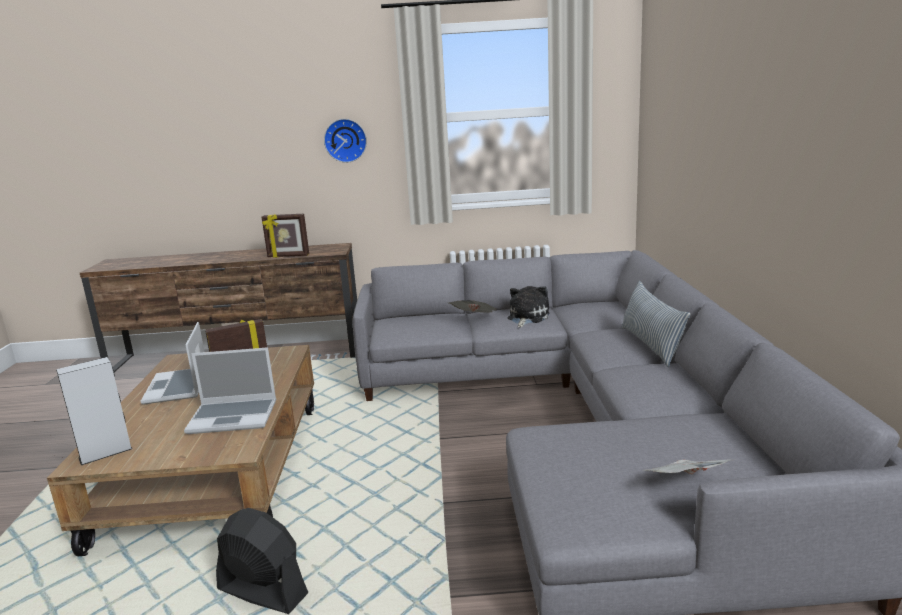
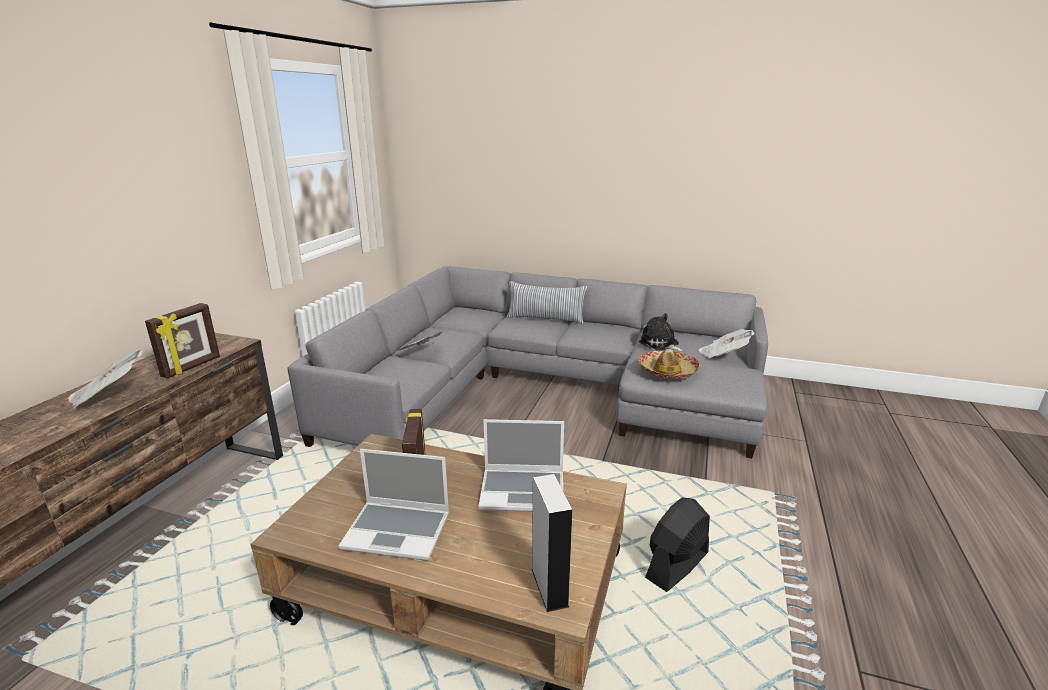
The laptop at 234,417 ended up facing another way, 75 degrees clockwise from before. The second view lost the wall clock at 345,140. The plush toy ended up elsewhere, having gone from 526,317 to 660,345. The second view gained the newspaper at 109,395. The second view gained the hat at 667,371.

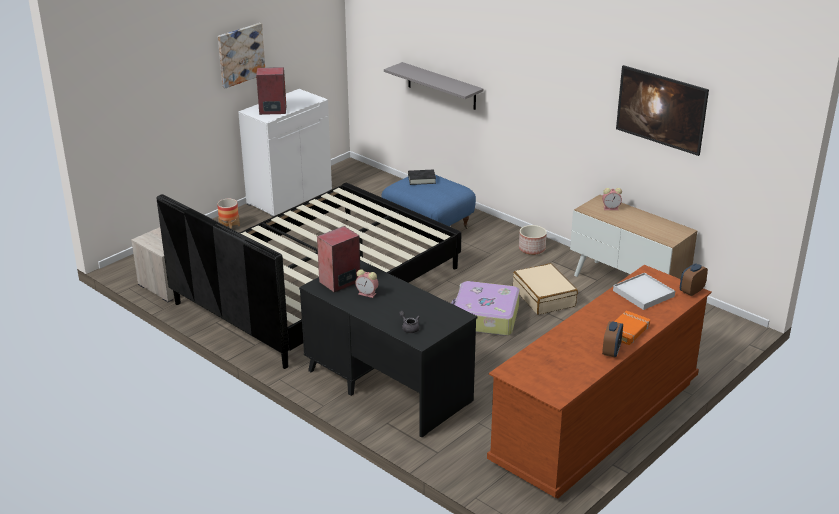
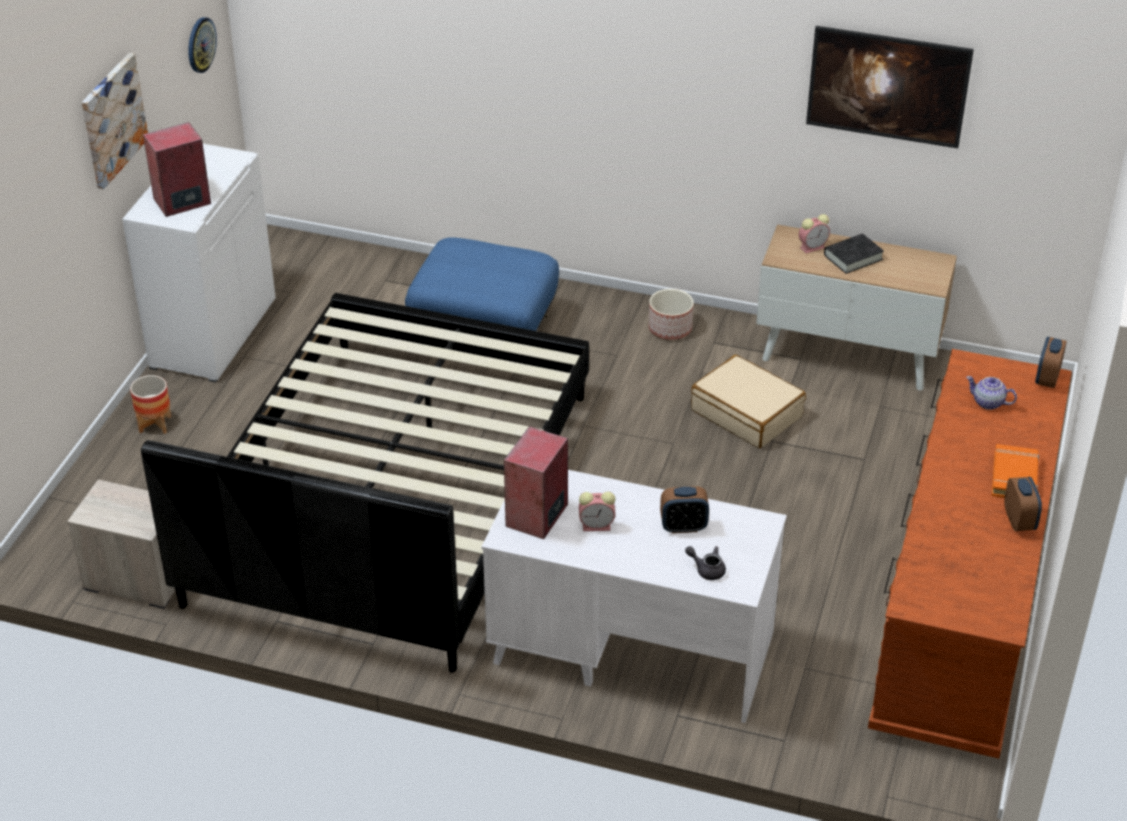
What was the black desk at 386,385 turned into the white desk at 629,649. The second view lost the grey shelf at 441,86. The black book ended up elsewhere, having gone from 421,179 to 853,257. The second view lost the suitcase at 484,318. Where the white tray stood at 643,293, the teapot came to stand at 988,403. The second view gained the wall clock at 200,44. The second view gained the alarm clock at 683,526.

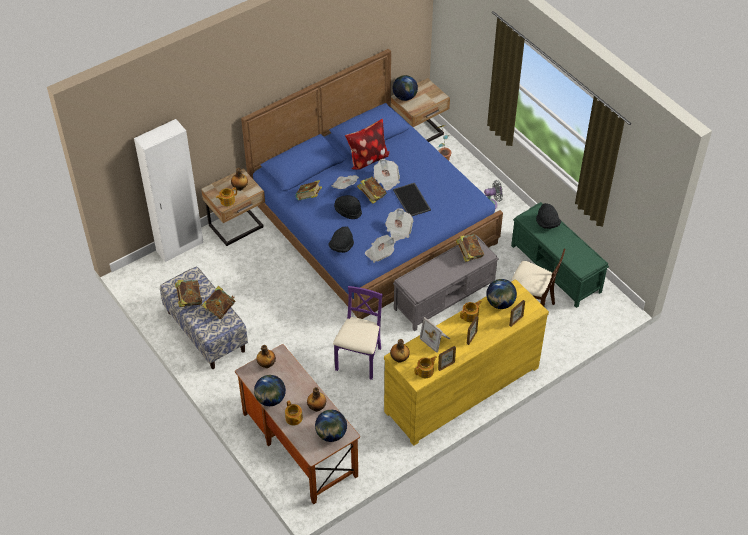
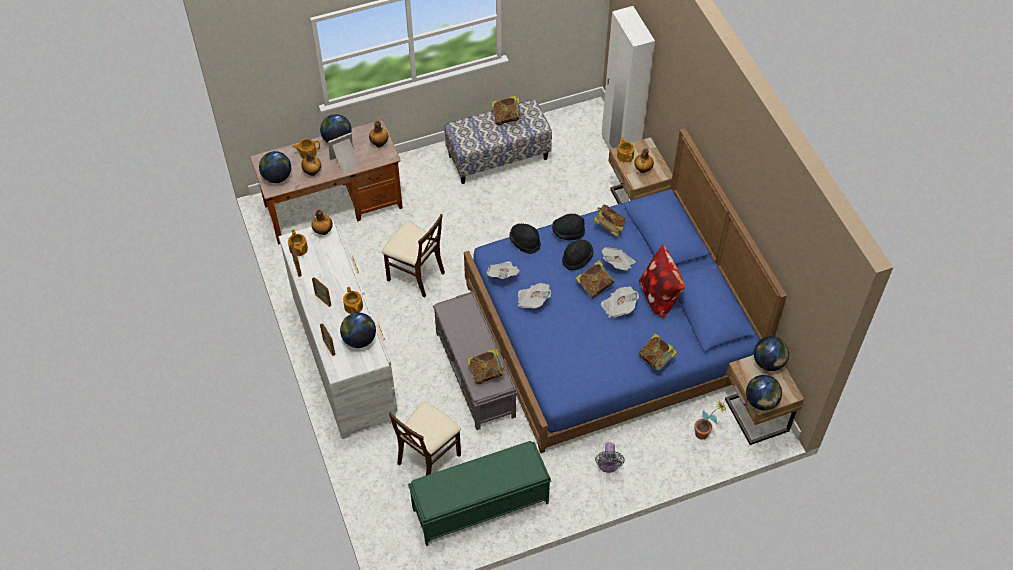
The book ended up elsewhere, having gone from 220,309 to 656,360. What was the purple chair at 359,360 turned into the beige chair at 415,275. What was the yellow dresser at 461,388 turned into the white dresser at 344,356. The second view lost the tray at 412,200. The picture frame ended up elsewhere, having gone from 436,339 to 345,162. The black hat ended up elsewhere, having gone from 547,223 to 568,232. The second view gained the globe at 761,401.

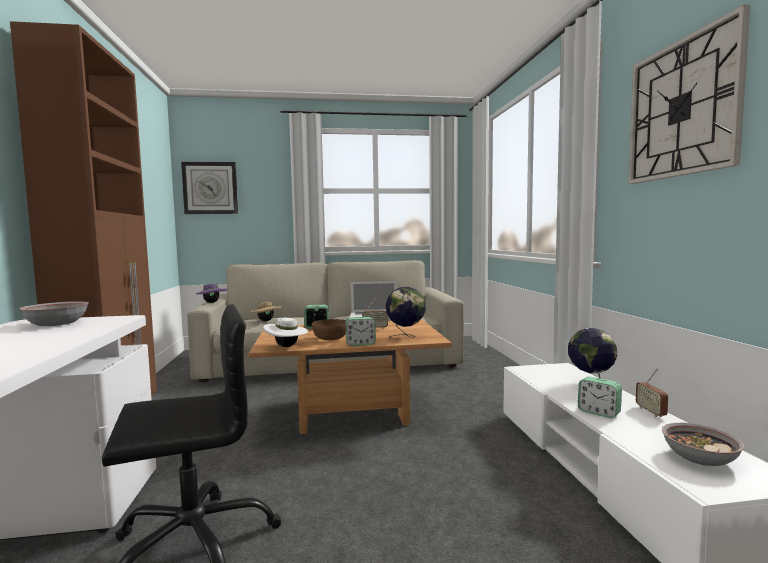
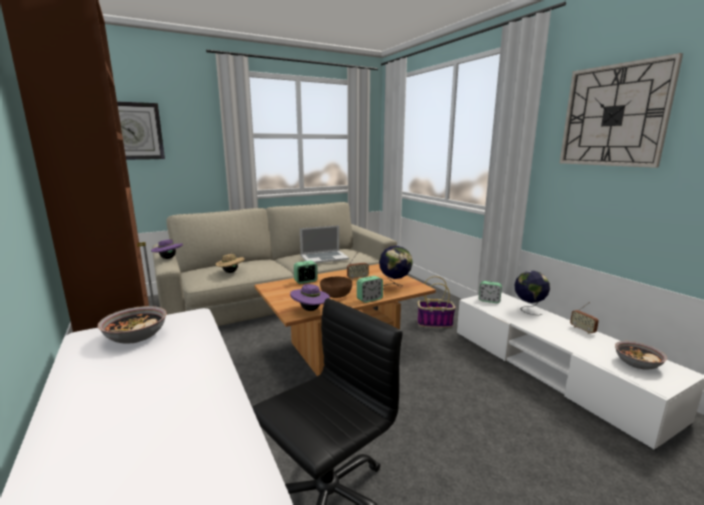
What was the white hat at 286,346 turned into the purple hat at 310,310. The alarm clock ended up elsewhere, having gone from 599,412 to 489,300. The second view gained the basket at 435,323.

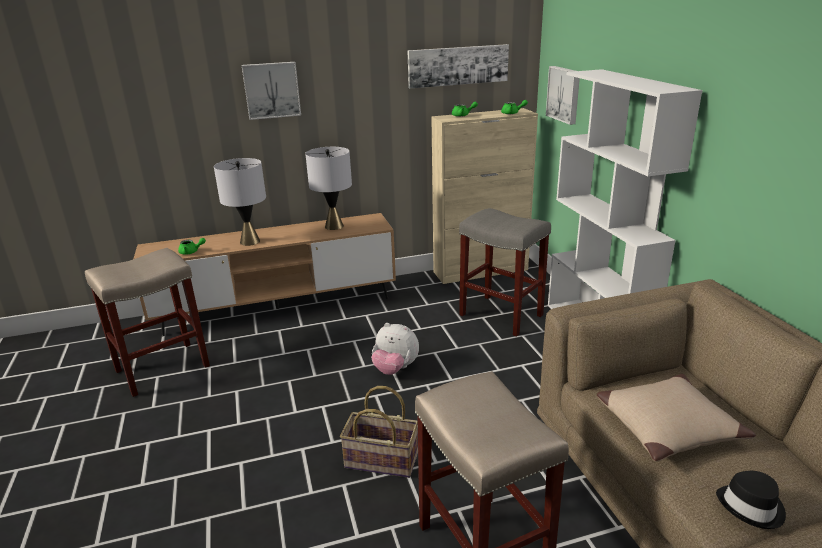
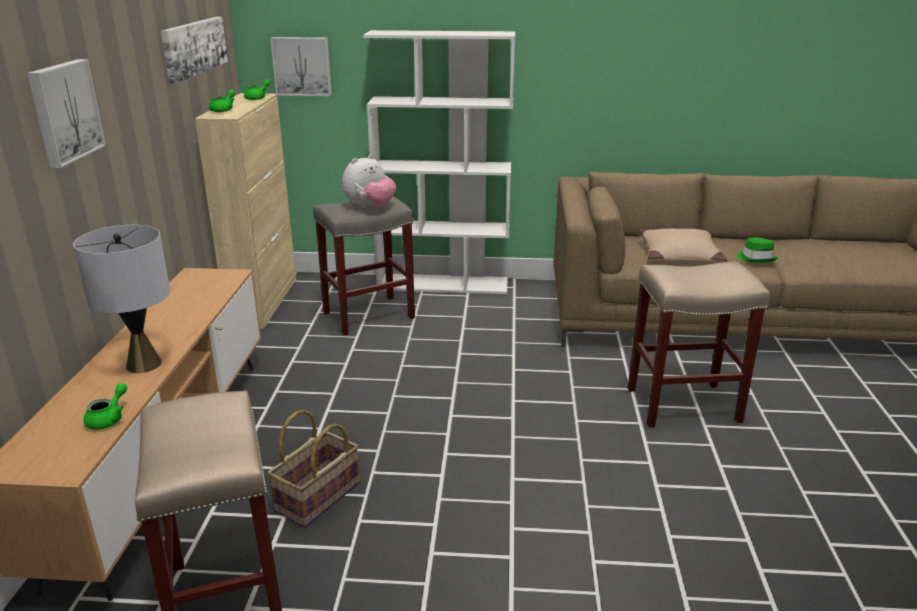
The second view lost the grey table lamp at 334,226. The basket ended up elsewhere, having gone from 381,461 to 318,497. The plush toy ended up elsewhere, having gone from 395,369 to 370,207. What was the black hat at 751,507 turned into the green hat at 756,258.

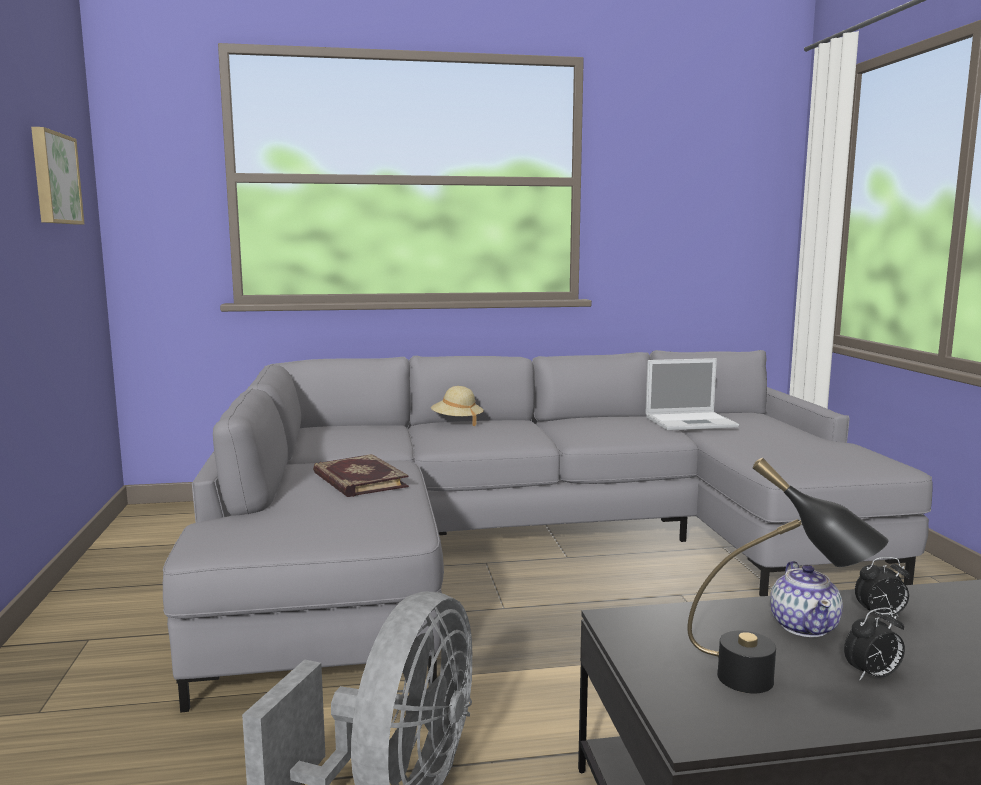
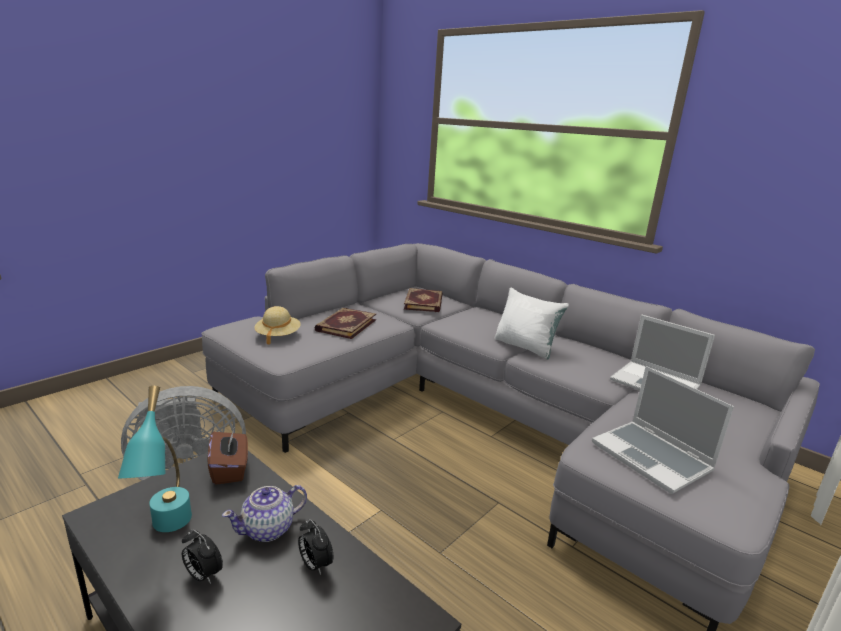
The second view lost the picture at 53,178. The beige hat ended up elsewhere, having gone from 457,422 to 278,336. What was the black table lamp at 774,685 turned into the turquoise table lamp at 168,532. The second view gained the brown tissue box at 230,469. The second view gained the book at 424,302. The second view gained the white pillow at 525,347. The second view gained the laptop at 653,458.

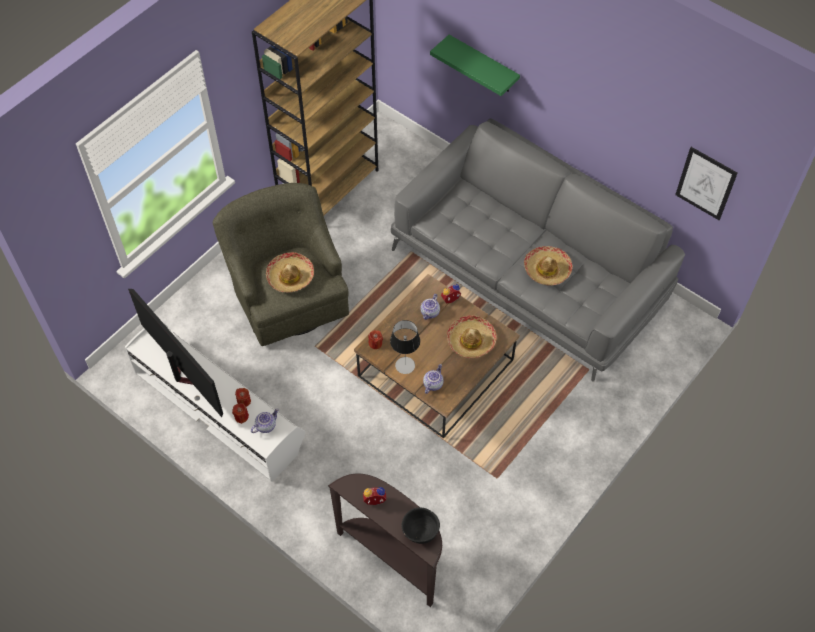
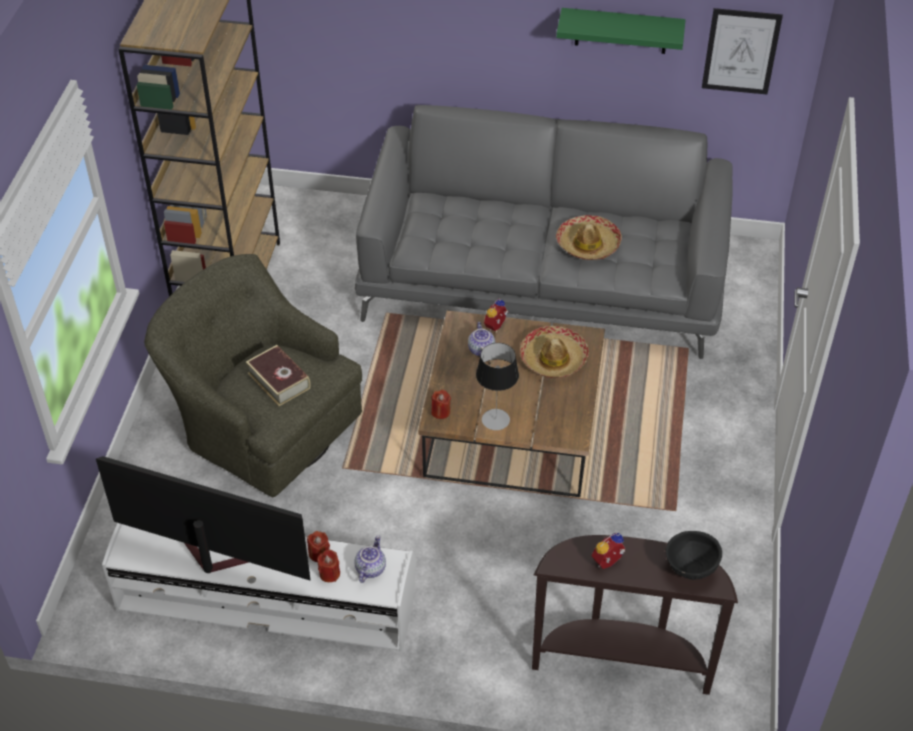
Where the hat stood at 290,276, the book came to stand at 279,381. The second view lost the teapot at 432,384. The green shelf ended up elsewhere, having gone from 483,65 to 621,31.

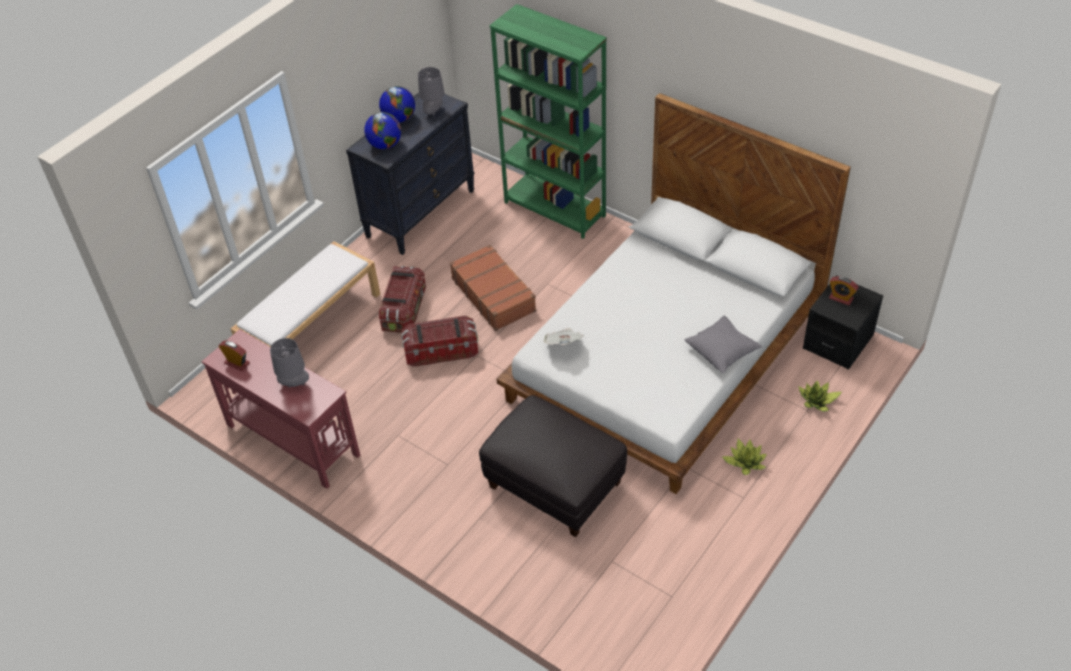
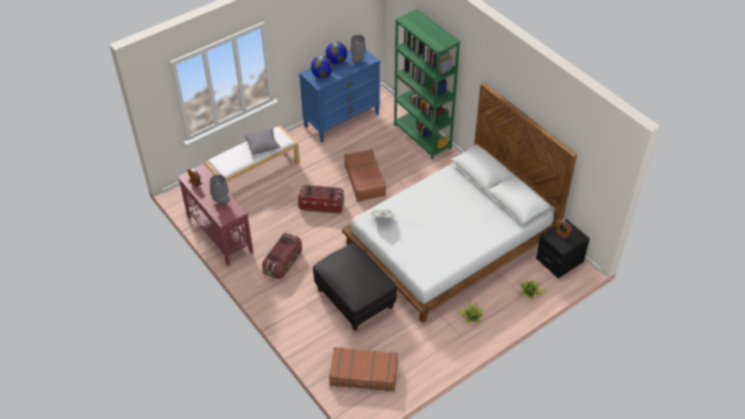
What was the black dresser at 421,213 turned into the blue dresser at 342,120. The storage box ended up elsewhere, having gone from 404,310 to 283,262. The grey pillow ended up elsewhere, having gone from 722,350 to 263,145. The second view gained the brown suitcase at 364,374.

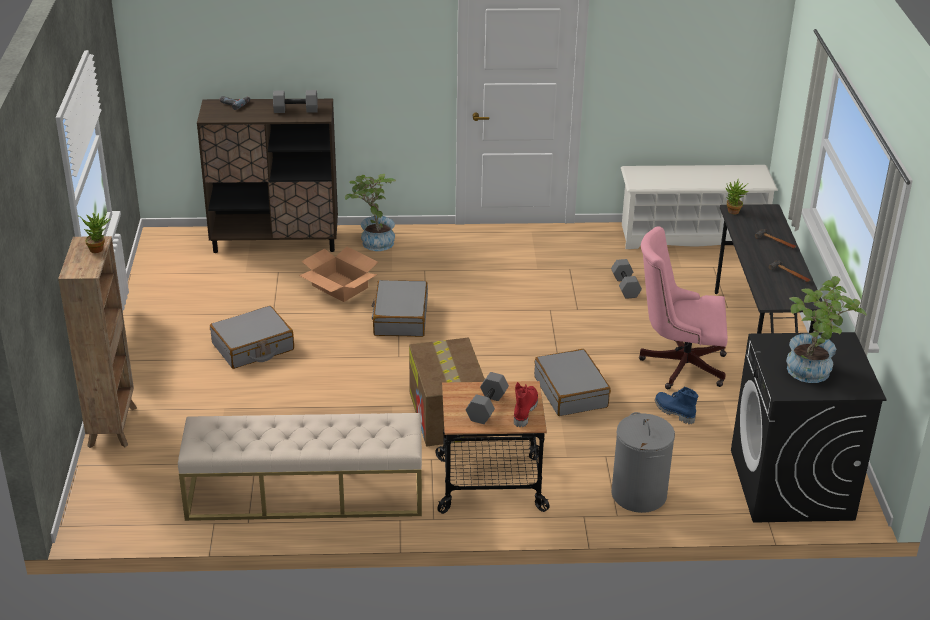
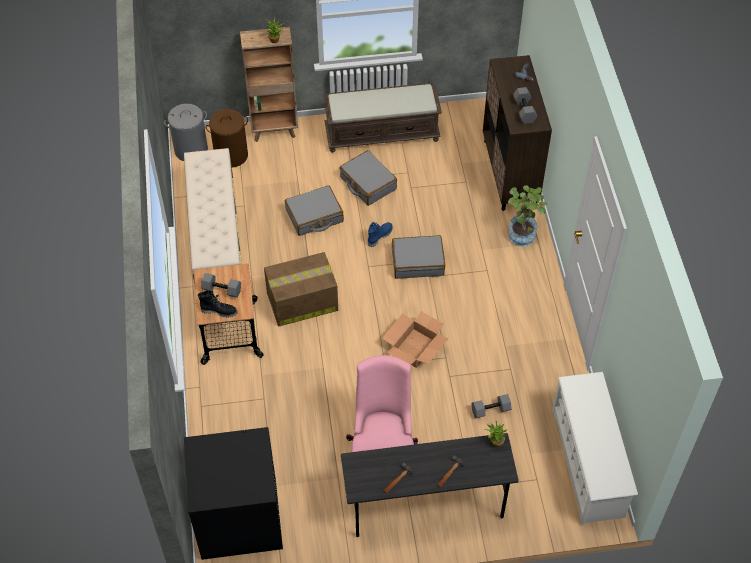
The cardboard box ended up elsewhere, having gone from 340,287 to 414,348. What was the red boot at 524,410 turned into the black boot at 219,311. The grey suitcase ended up elsewhere, having gone from 571,392 to 314,216. The grey laundry basket ended up elsewhere, having gone from 639,495 to 191,150. The blue boot ended up elsewhere, having gone from 673,412 to 379,236. The second view lost the potted plant at 812,374. The second view gained the brown laundry basket at 231,155. The second view gained the brown bench at 382,133.

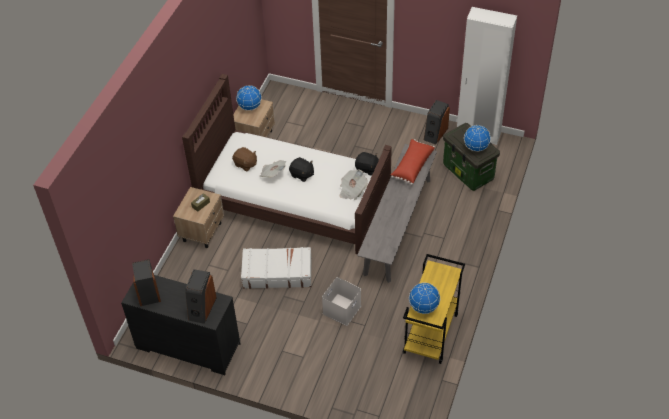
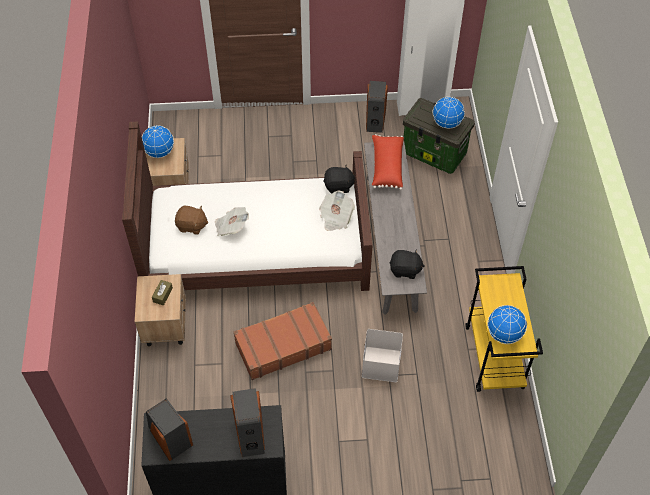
What was the white suitcase at 277,272 turned into the brown suitcase at 282,345. The black plush toy ended up elsewhere, having gone from 302,175 to 405,270.

